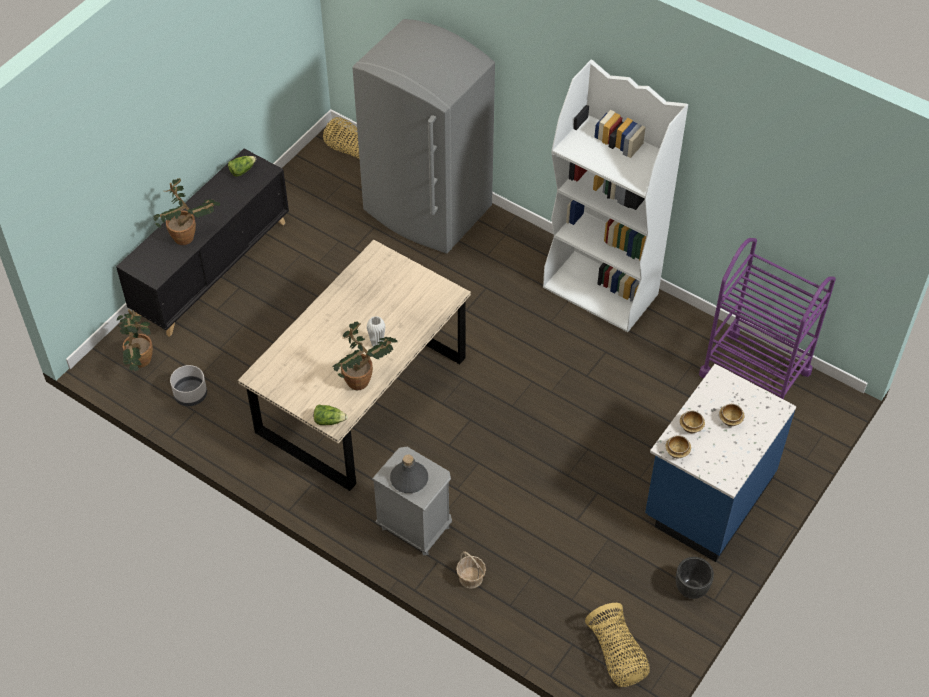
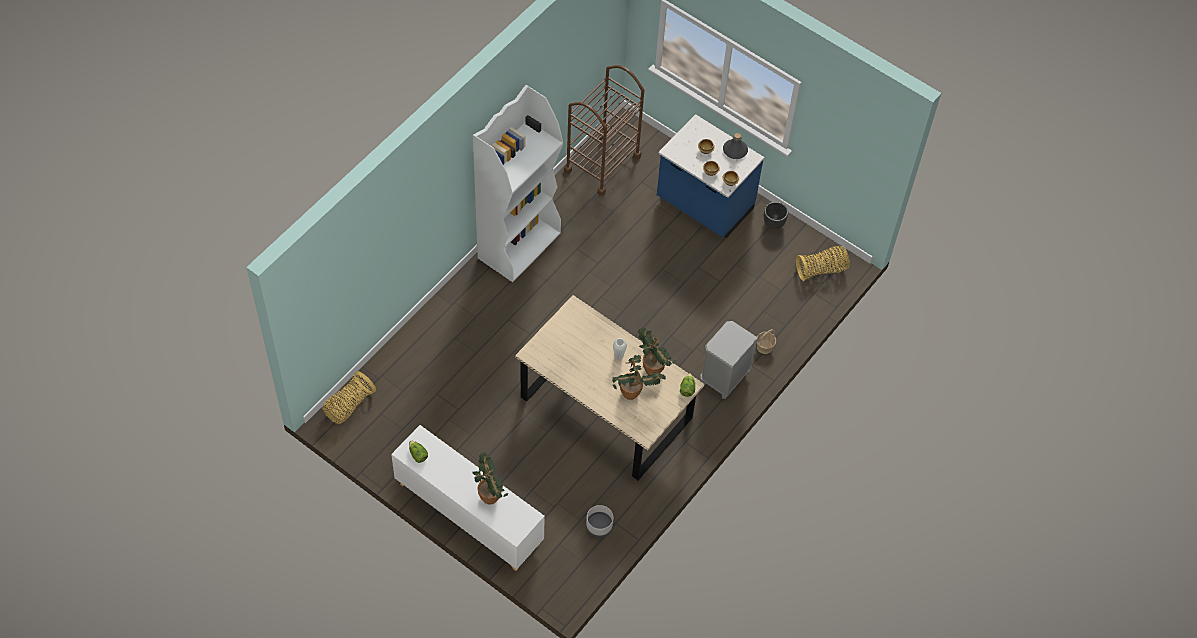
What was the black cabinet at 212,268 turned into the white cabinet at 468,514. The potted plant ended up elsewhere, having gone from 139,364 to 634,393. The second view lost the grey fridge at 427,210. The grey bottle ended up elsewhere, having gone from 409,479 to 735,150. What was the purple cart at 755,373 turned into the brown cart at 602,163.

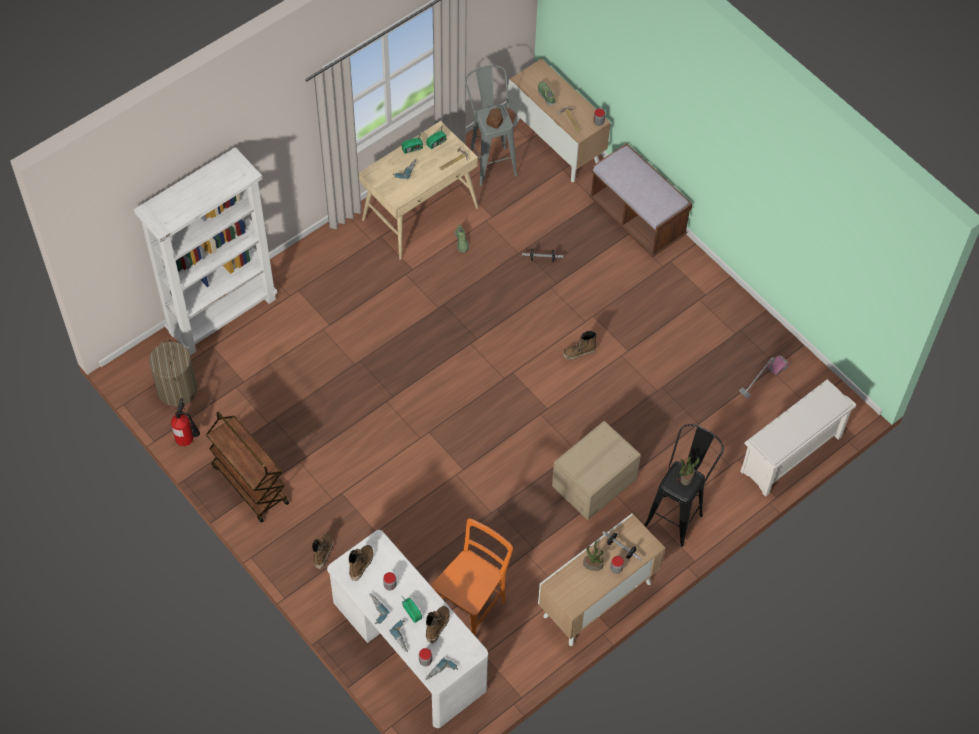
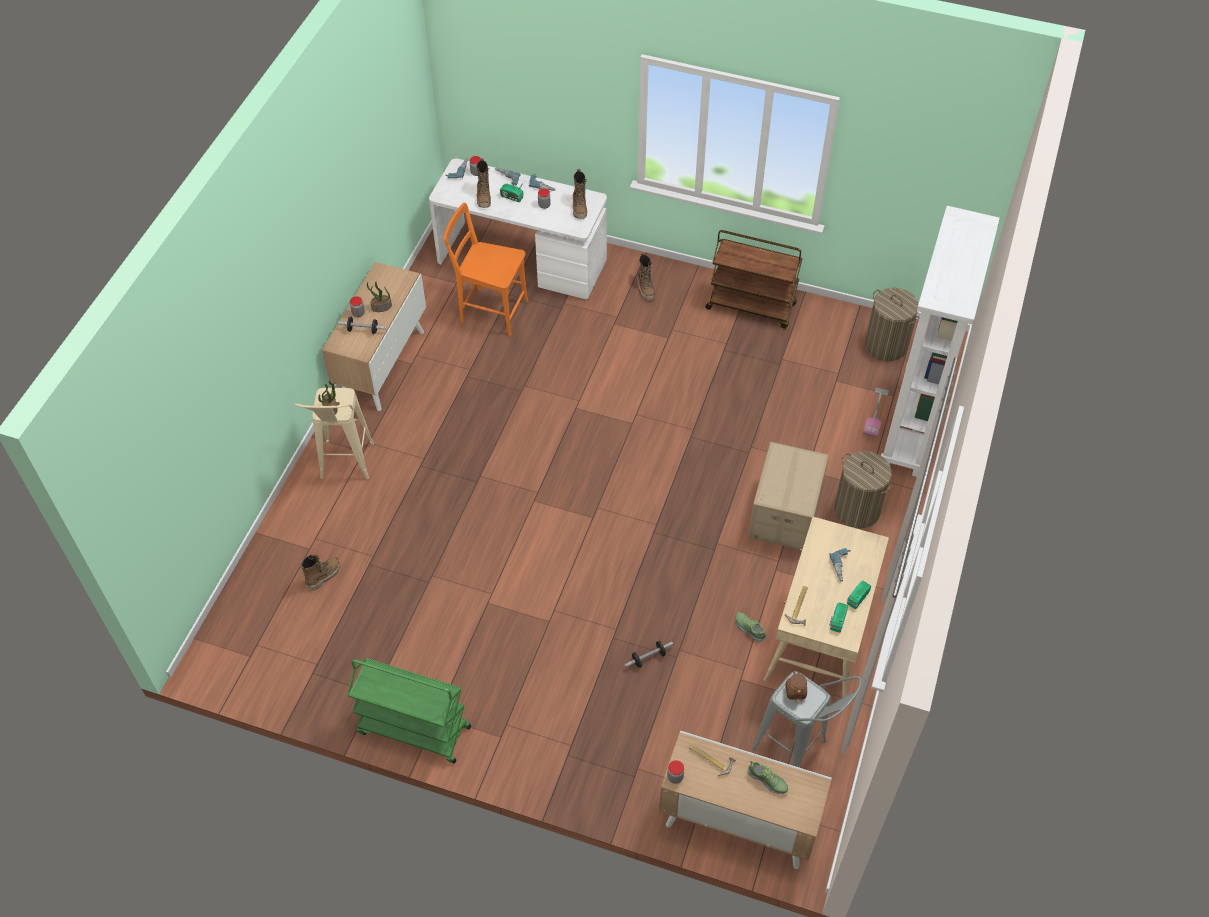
The second view lost the fire extinguisher at 187,439. The orange chair at 472,606 ended up facing another way, 105 degrees clockwise from before. The cardboard box ended up elsewhere, having gone from 594,483 to 784,512. The boot ended up elsewhere, having gone from 579,353 to 323,576. The second view lost the brown bench at 637,218. What was the black stool at 678,513 turned into the beige stool at 346,468. The vacuum cleaner ended up elsewhere, having gone from 763,378 to 875,413. The second view lost the white shoe rack at 790,455. The second view gained the green cart at 413,730. The second view gained the laundry basket at 857,510.

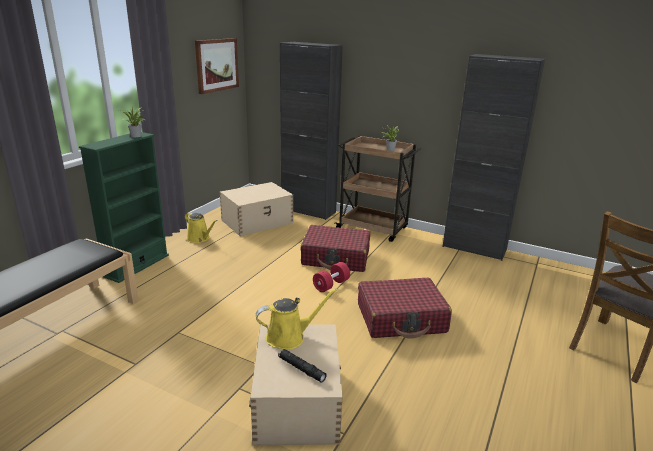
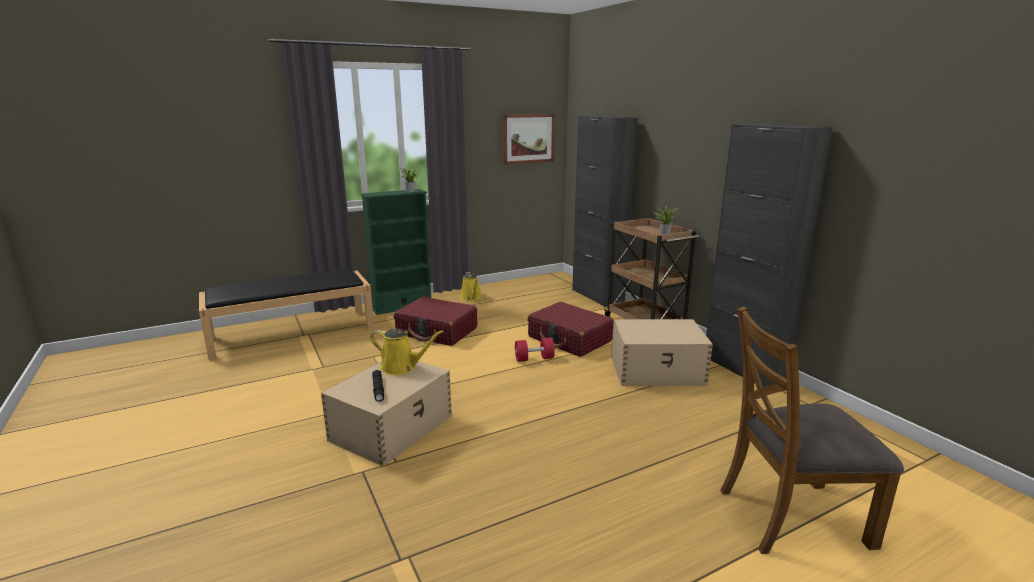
The beige storage box ended up elsewhere, having gone from 258,221 to 658,371. The red suitcase ended up elsewhere, having gone from 401,318 to 437,331.

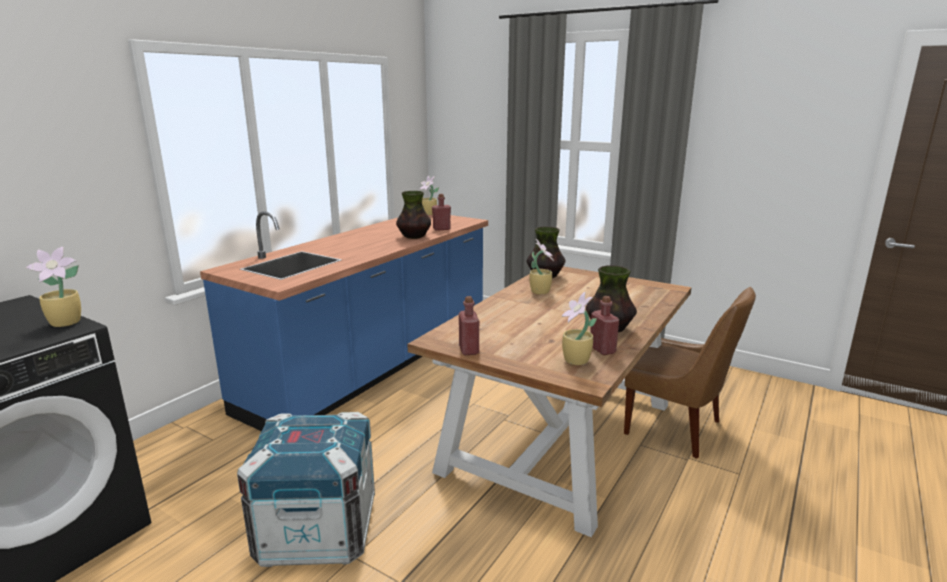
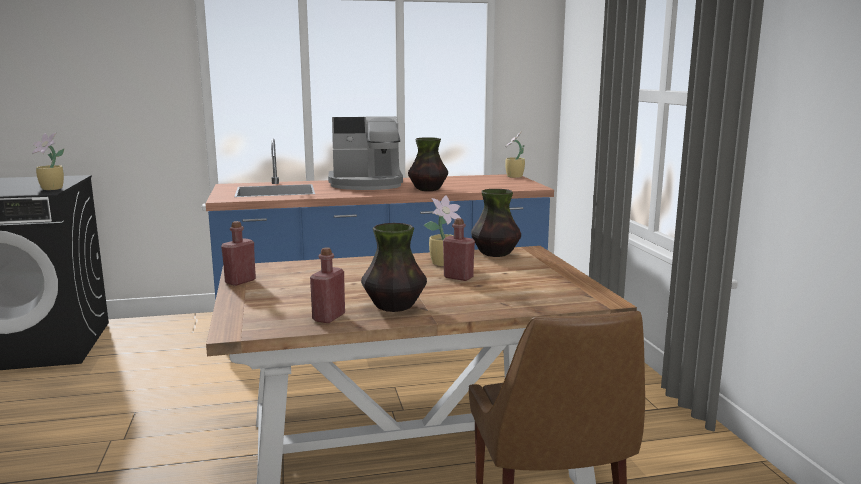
The second view lost the crate at 317,531. The red bottle ended up elsewhere, having gone from 441,229 to 458,277. The second view lost the potted plant at 576,361. The second view gained the coffee machine at 366,184.

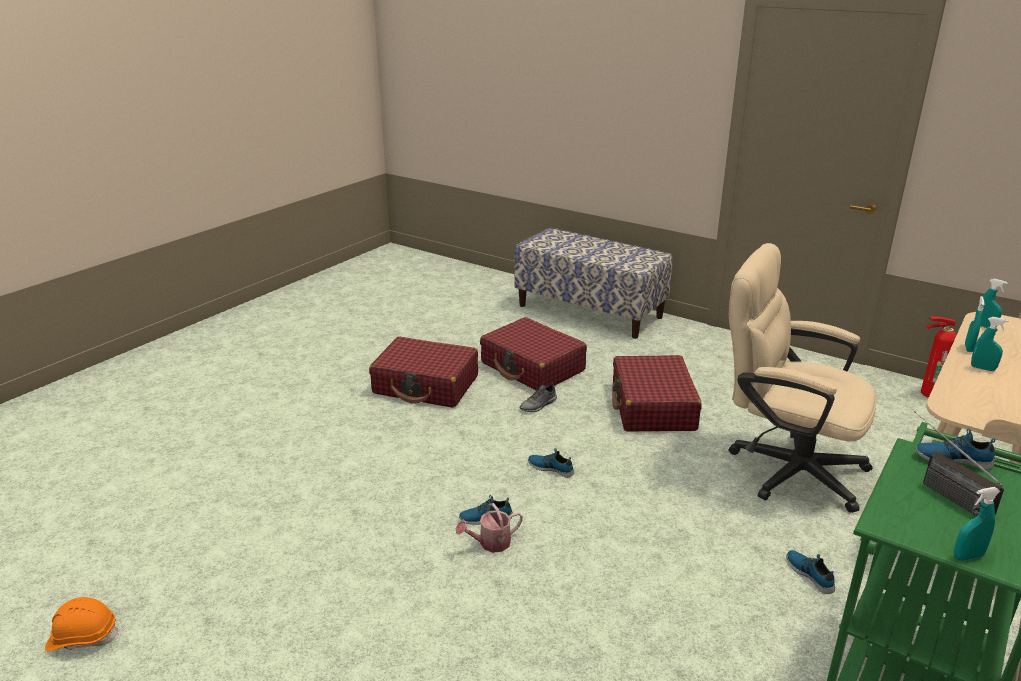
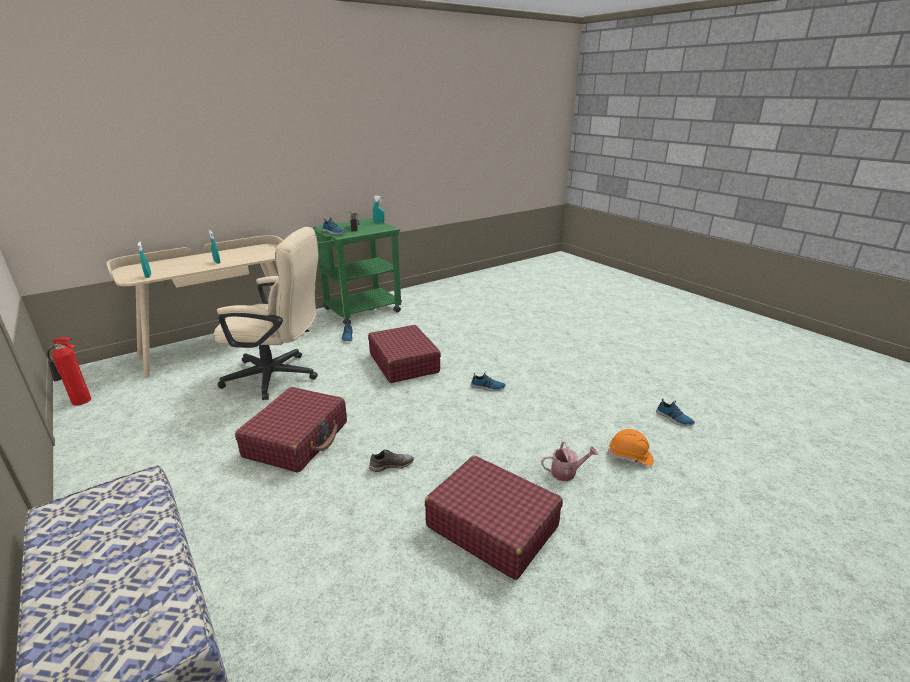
The orange hard hat ended up elsewhere, having gone from 83,637 to 630,457. The watering can ended up elsewhere, having gone from 490,543 to 567,472. The red suitcase ended up elsewhere, having gone from 532,367 to 404,363. The shoe ended up elsewhere, having gone from 551,468 to 674,418. The beige office chair at 784,467 ended up facing another way, 45 degrees counterclockwise from before. The second view lost the turquoise spray bottle at 968,348.

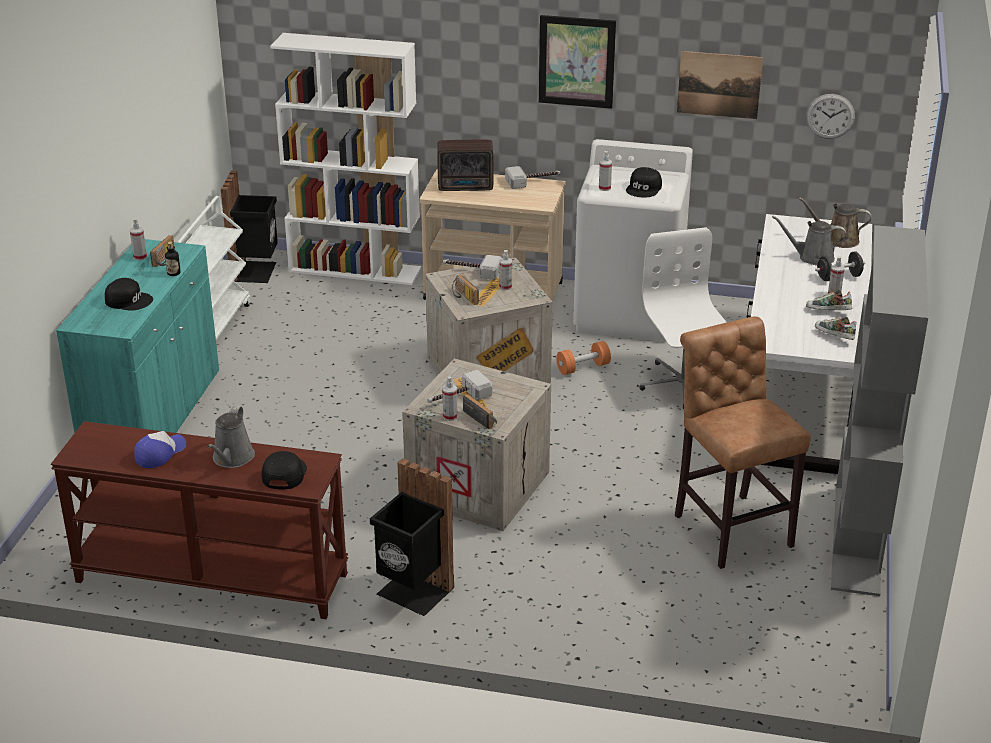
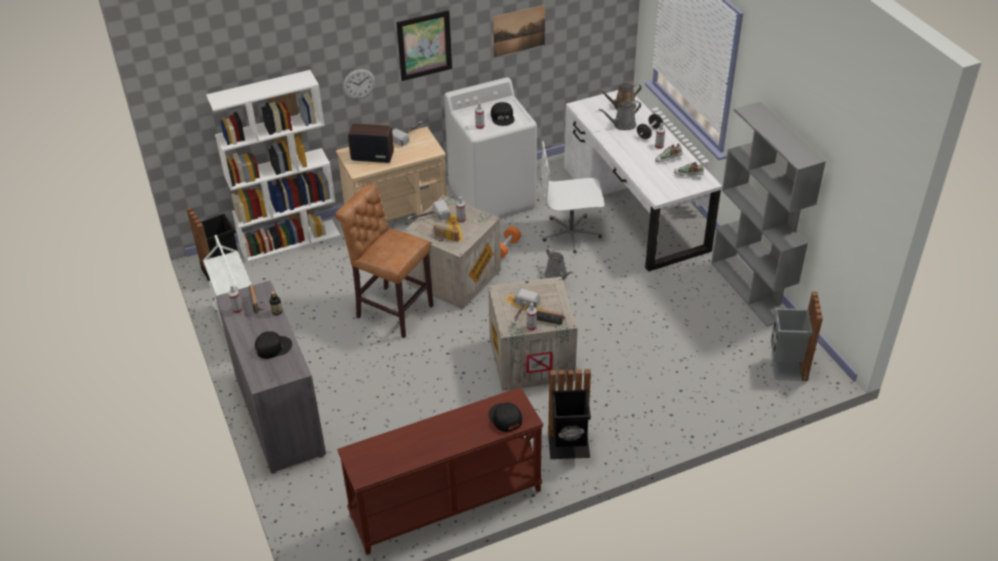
What was the turquoise cabinet at 153,417 turned into the grey cabinet at 279,414. The second view lost the cap at 160,453. The grey watering can ended up elsewhere, having gone from 232,459 to 557,276. The radio at 467,187 ended up facing another way, 135 degrees counterclockwise from before. The white office chair at 682,384 ended up facing another way, 45 degrees counterclockwise from before. The brown stool ended up elsewhere, having gone from 729,527 to 391,310. The wall clock ended up elsewhere, having gone from 830,116 to 358,84. The second view gained the grey trash can at 786,366.

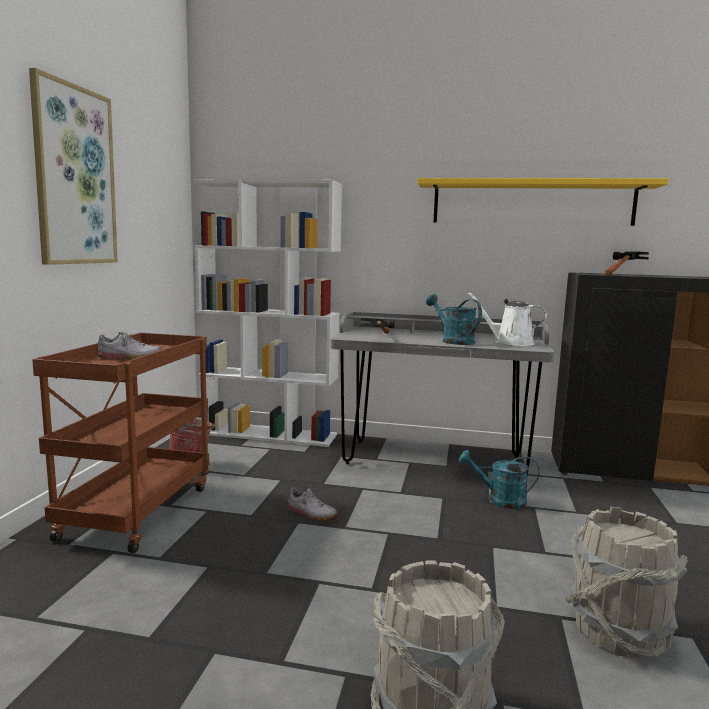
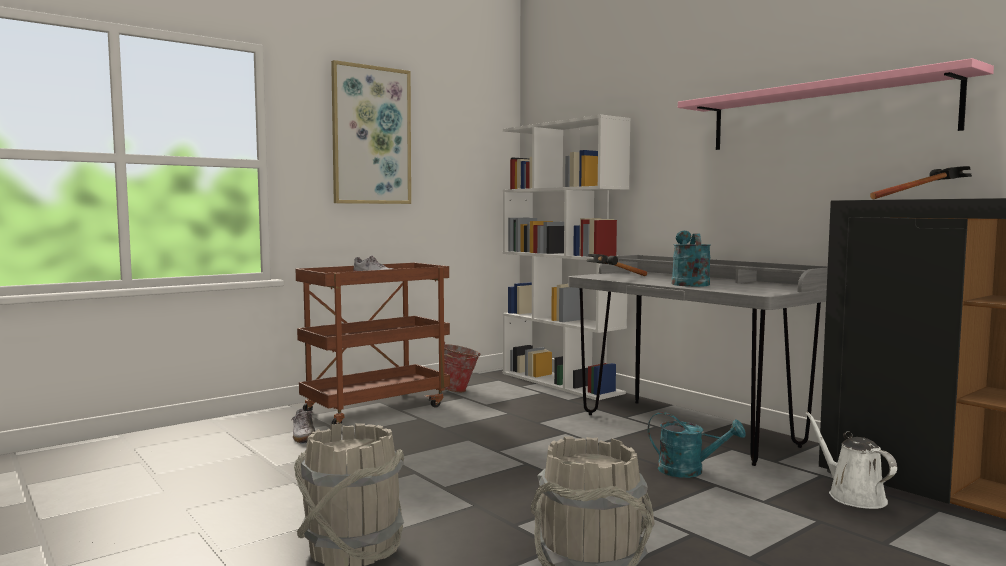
The shoe ended up elsewhere, having gone from 311,513 to 303,436. What was the yellow shelf at 532,203 turned into the pink shelf at 824,115. The turquoise watering can at 500,500 ended up facing another way, 150 degrees clockwise from before. The white watering can ended up elsewhere, having gone from 510,342 to 852,496.

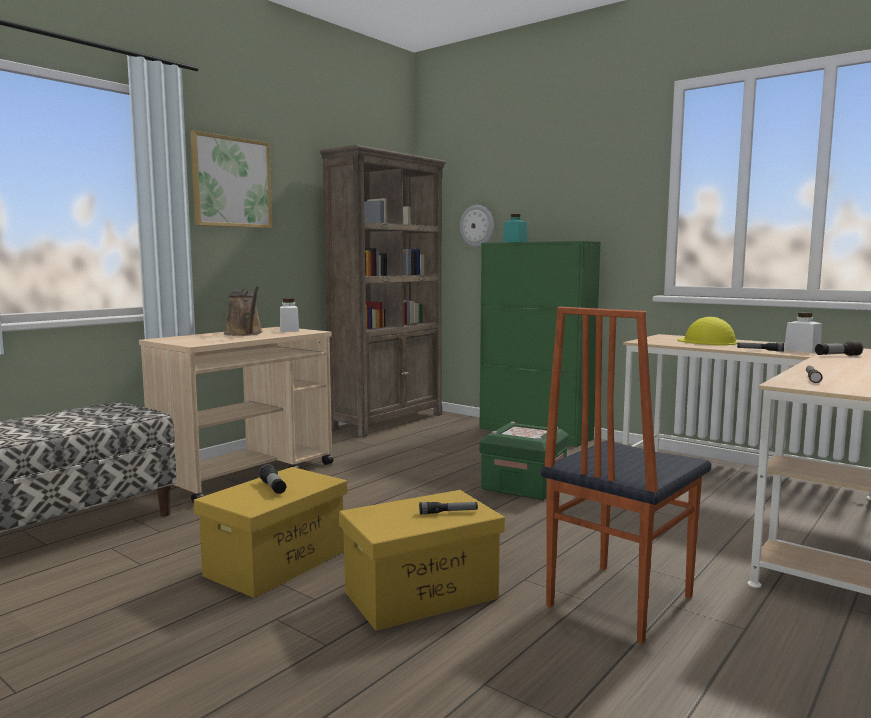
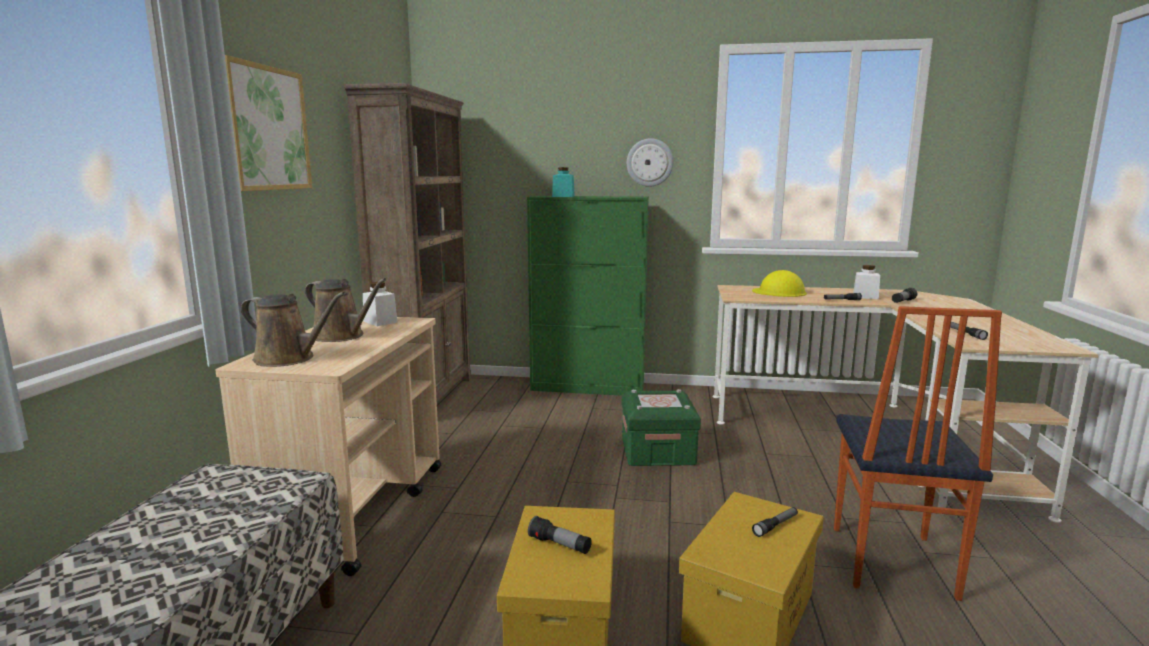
The wall clock ended up elsewhere, having gone from 477,226 to 650,162. The second view gained the brown watering can at 289,359.

